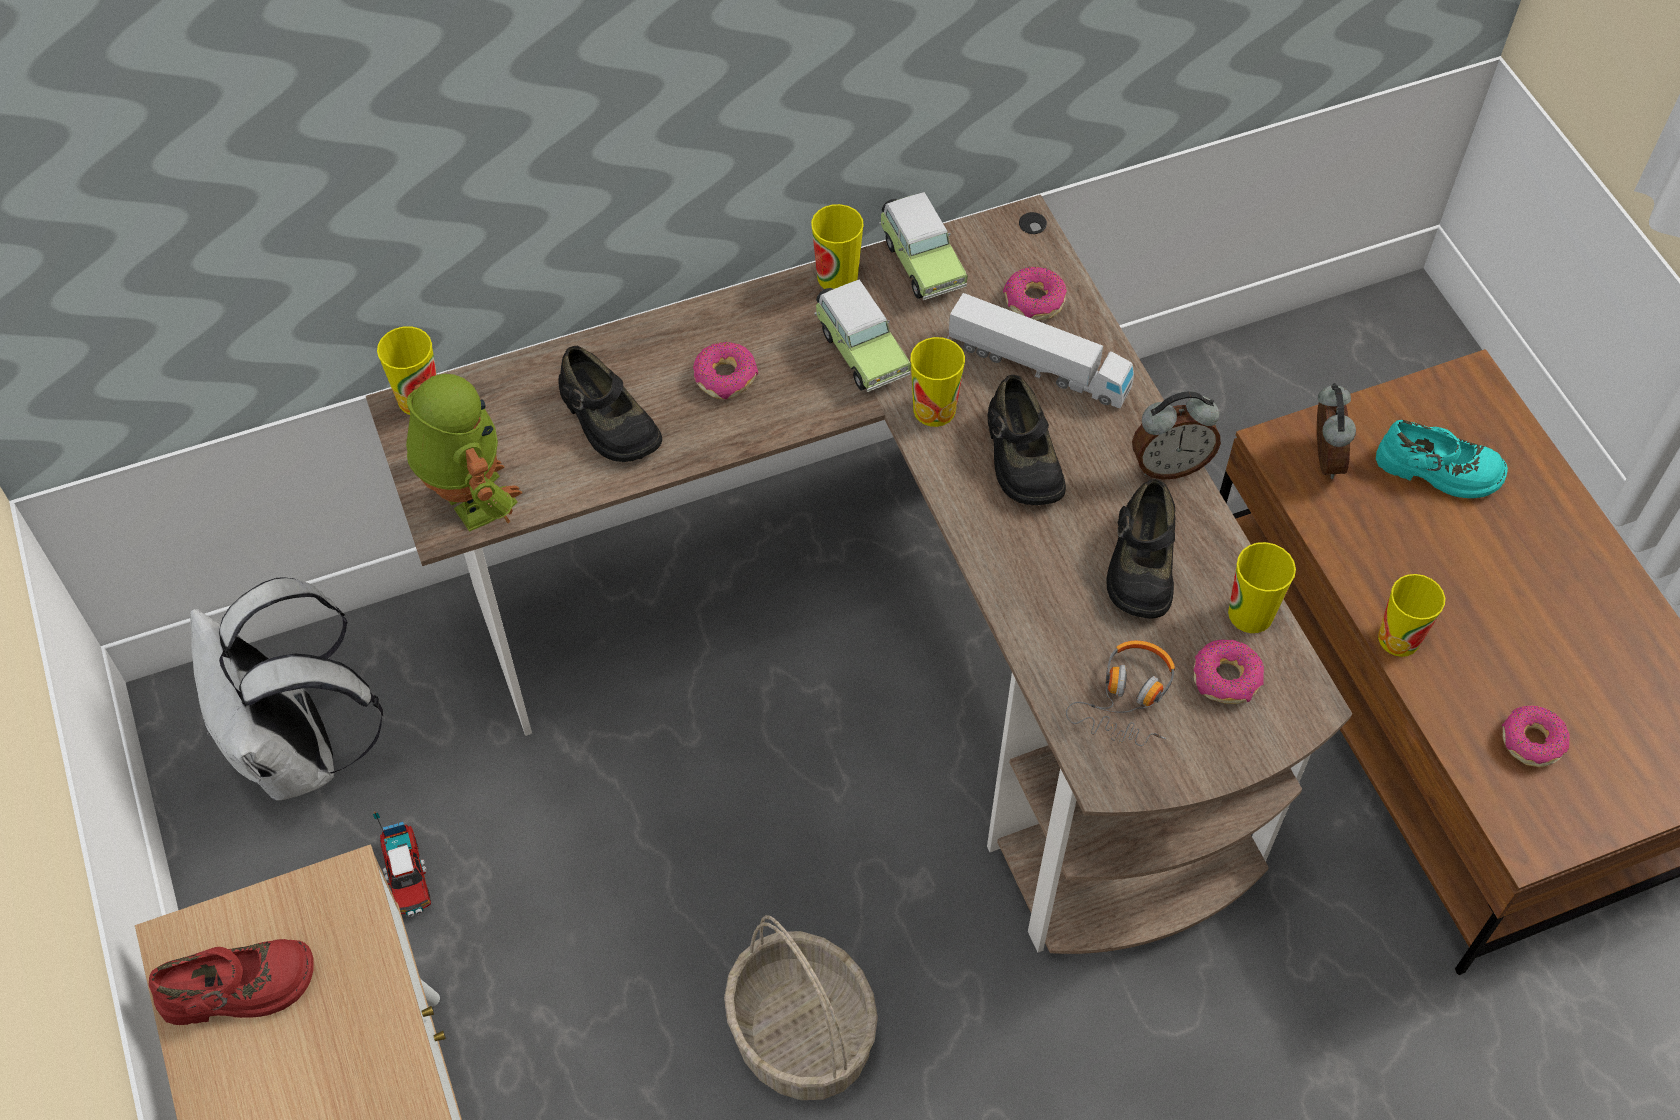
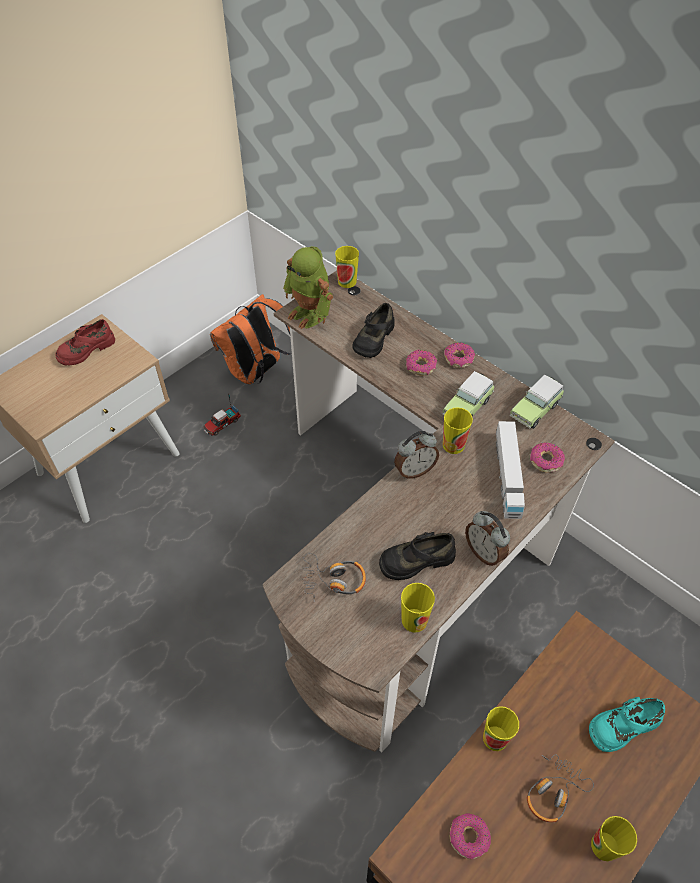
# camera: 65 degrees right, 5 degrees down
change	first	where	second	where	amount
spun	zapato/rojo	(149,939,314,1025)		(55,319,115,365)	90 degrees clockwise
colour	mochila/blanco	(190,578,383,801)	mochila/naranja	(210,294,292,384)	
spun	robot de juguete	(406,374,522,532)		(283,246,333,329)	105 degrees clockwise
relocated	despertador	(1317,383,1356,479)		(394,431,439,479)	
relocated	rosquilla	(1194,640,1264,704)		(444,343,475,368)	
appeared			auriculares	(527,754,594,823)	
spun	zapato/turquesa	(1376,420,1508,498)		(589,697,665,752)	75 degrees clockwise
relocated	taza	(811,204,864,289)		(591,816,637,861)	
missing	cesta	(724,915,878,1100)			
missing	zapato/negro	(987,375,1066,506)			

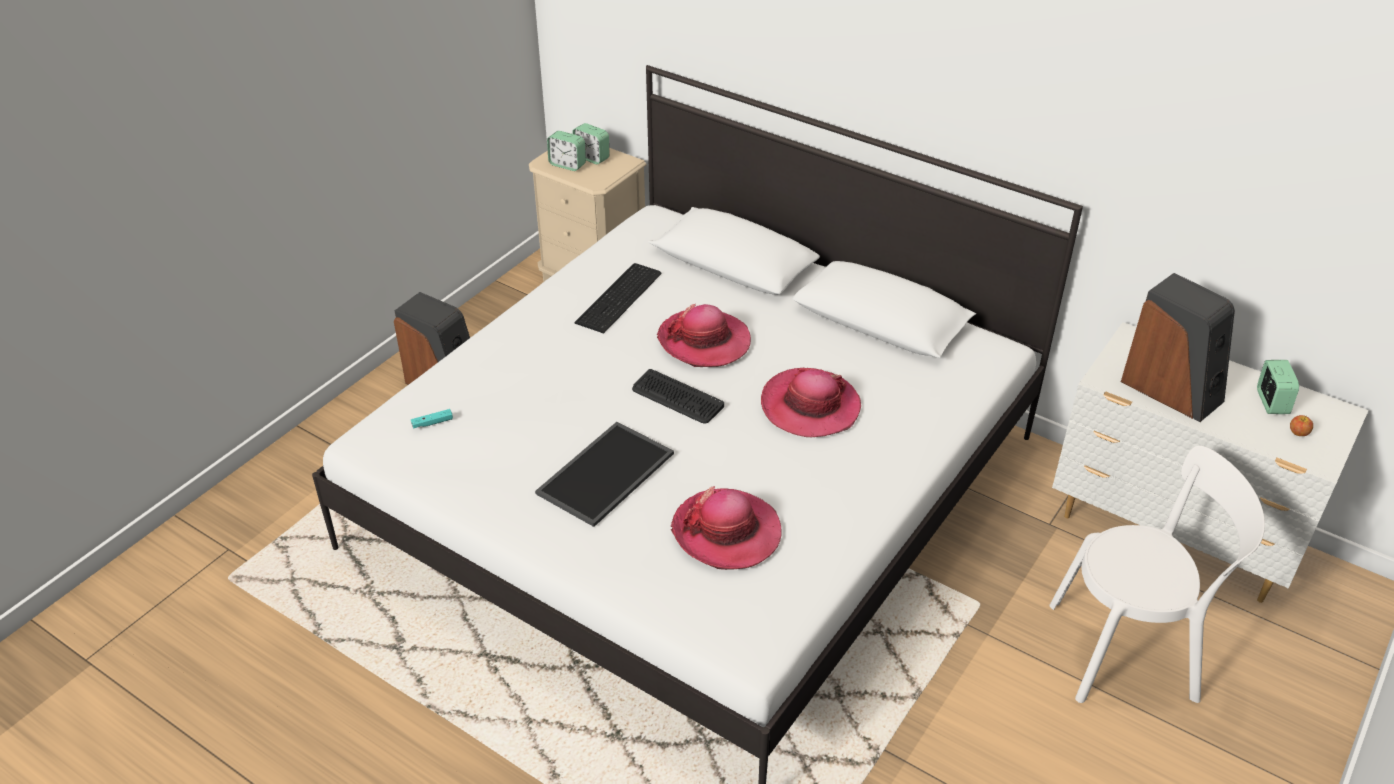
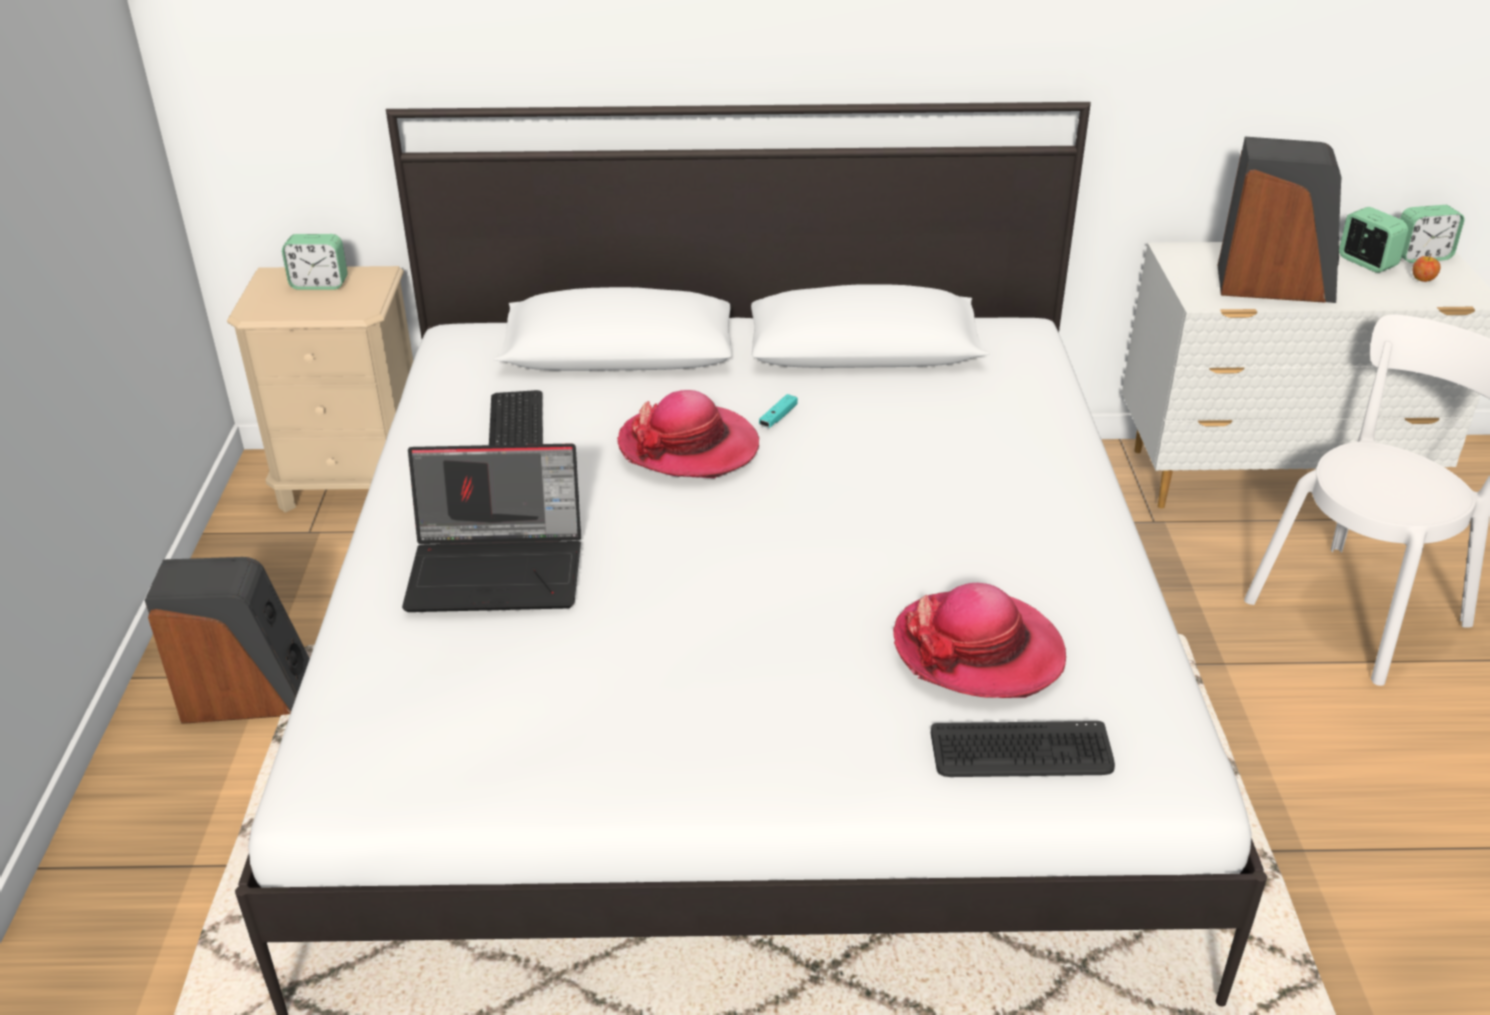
# camera: 35 degrees left, 5 degrees down
change	first	where	second	where	amount
appeared			portátil	(402,443,581,612)	
relocated	mando de consola/turquesa	(411,409,453,428)		(759,394,798,428)	
relocated	teclado	(632,369,724,423)		(931,721,1115,777)	
relocated	despertador	(547,131,586,171)		(1400,205,1465,263)	
missing	bandeja	(535,422,674,527)			
missing	sombrero	(761,368,861,437)			

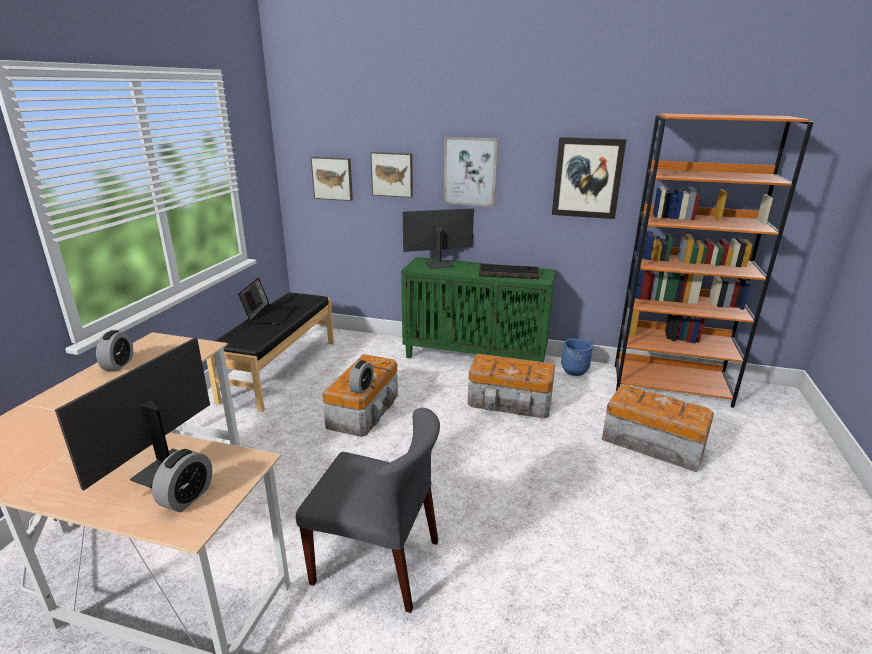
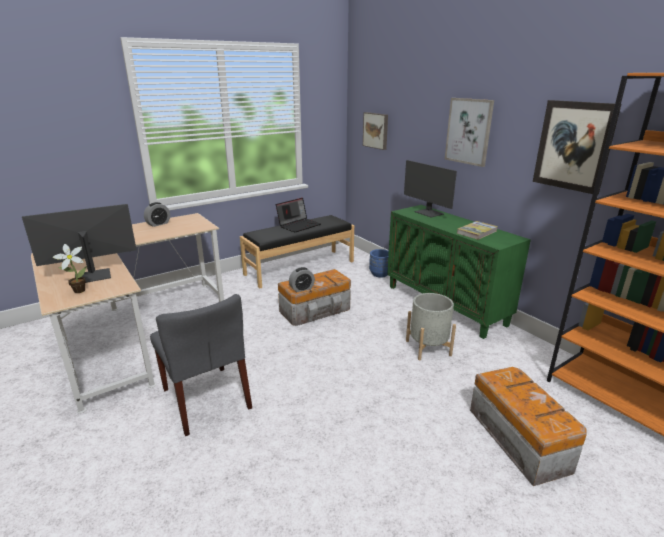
# camera: 40 degrees right, 0 degrees up
change	first	where	second	where	amount
exchanged	despertador	(152,449,213,512)	planta en maceta	(53,244,87,293)	
relocated	maceta/azul	(561,339,593,376)		(369,249,389,278)	
spun	monitor	(403,208,474,269)		(404,160,457,218)	150 degrees counterclockwise
exchanged	caja de almacenaje	(468,354,555,418)	maceta/gris	(406,293,456,360)	
exchanged	teclado	(479,264,539,279)	libro	(457,221,498,240)	
missing	cuadro	(370,152,413,198)			

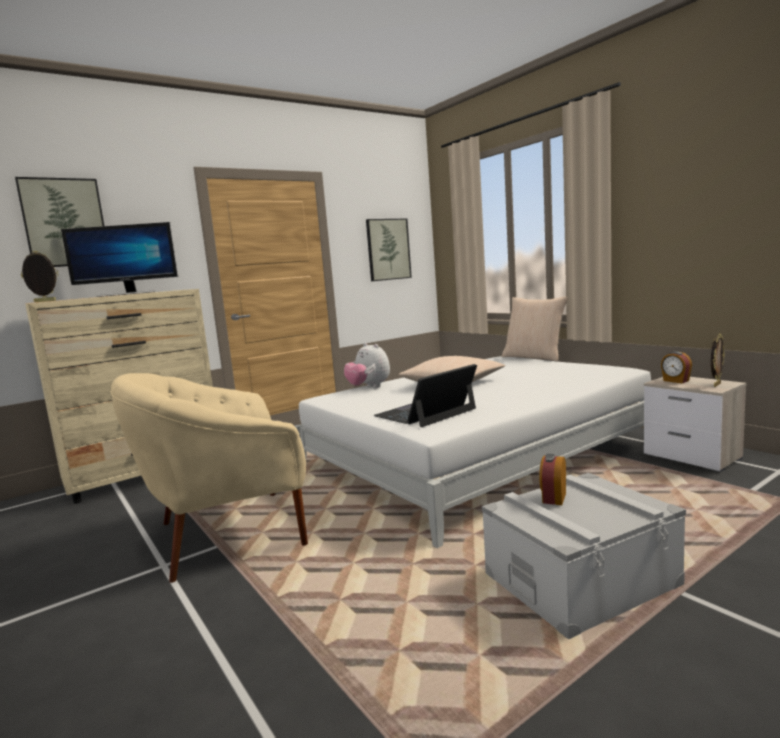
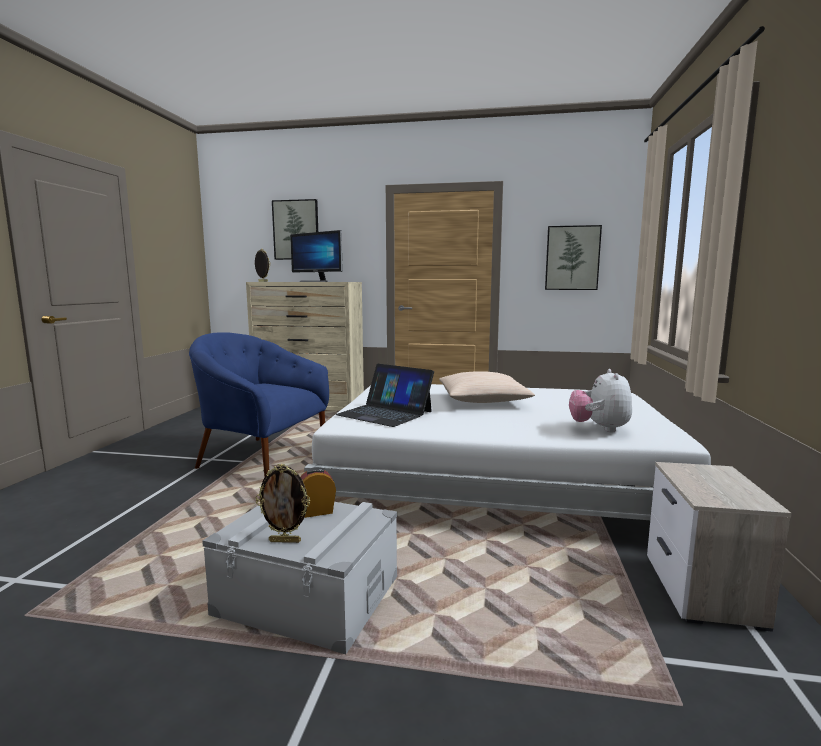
# camera: 45 degrees right, 0 degrees up
change	first	where	second	where	amount
colour	sillón/beis	(110,373,308,583)	sillón/azul	(189,332,329,477)	
relocated	portarretratos	(711,333,725,387)		(256,464,311,543)	
spun	portátil	(374,364,477,427)		(335,364,434,427)	150 degrees counterclockwise
relocated	peluche	(344,343,390,388)		(569,369,632,432)	
missing	cojín/beis	(502,296,568,361)			
missing	despertador	(661,351,692,383)			

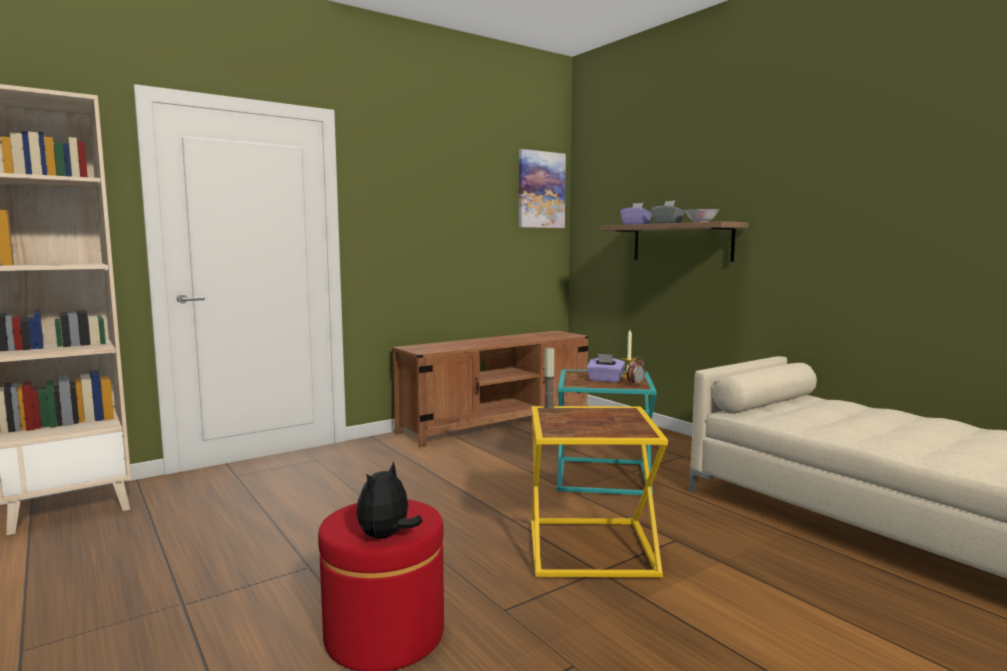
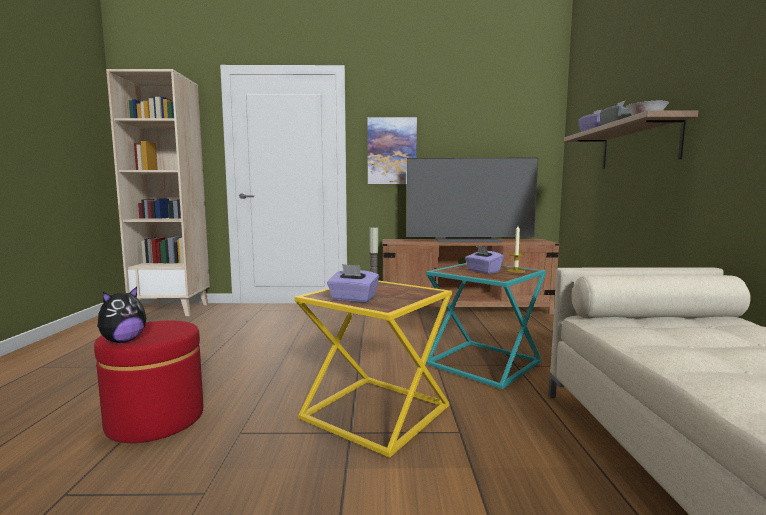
# camera: 35 degrees right, 0 degrees up
change	first	where	second	where	amount
spun	peluche	(357,461,423,539)		(97,286,146,343)	150 degrees clockwise
appeared			caja de pañuelos/morado	(327,264,379,302)	
relocated	cuadro	(519,149,566,228)		(367,117,417,184)	
appeared			televisor	(406,158,538,242)	
missing	despertador	(627,357,645,386)			

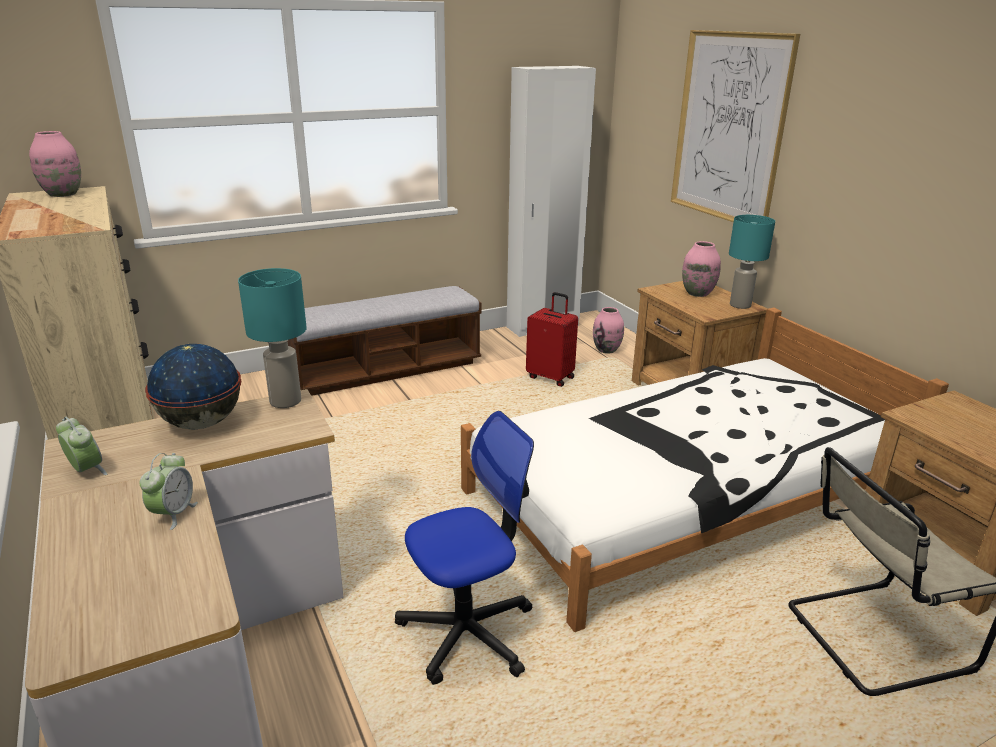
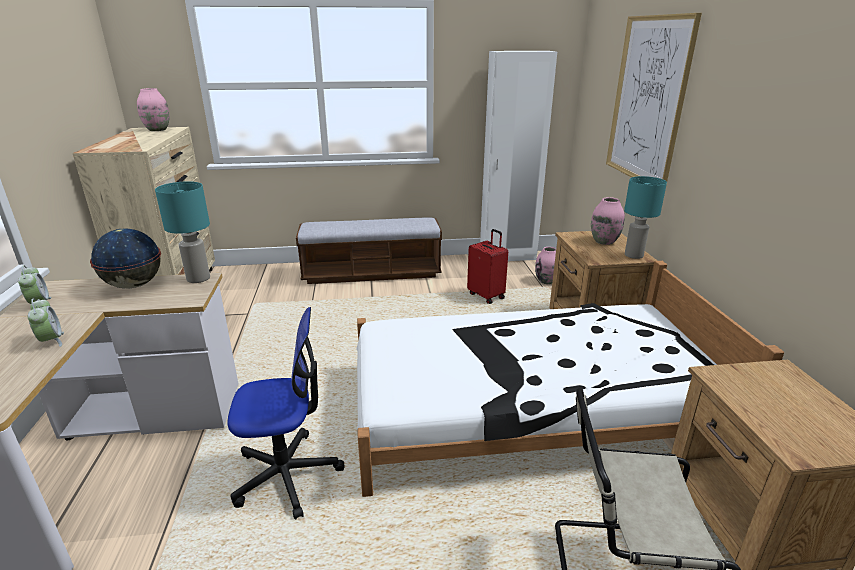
# camera: 20 degrees right, 0 degrees up
change	first	where	second	where	amount
spun	despertador	(139,453,198,530)		(28,298,64,347)	60 degrees counterclockwise

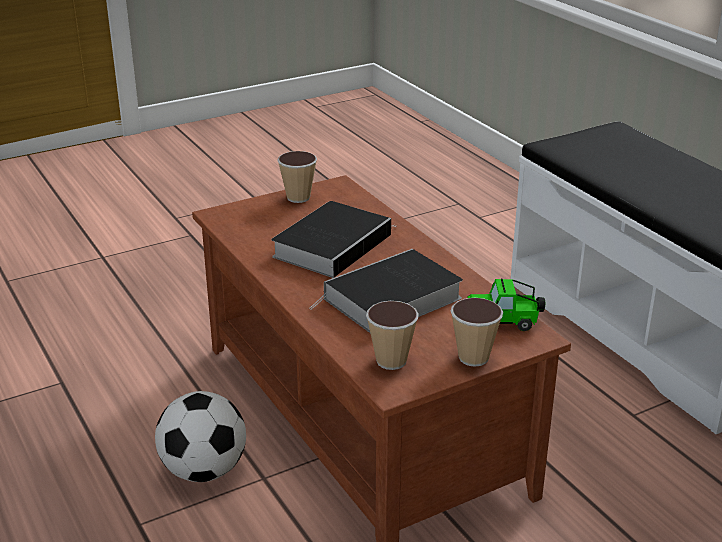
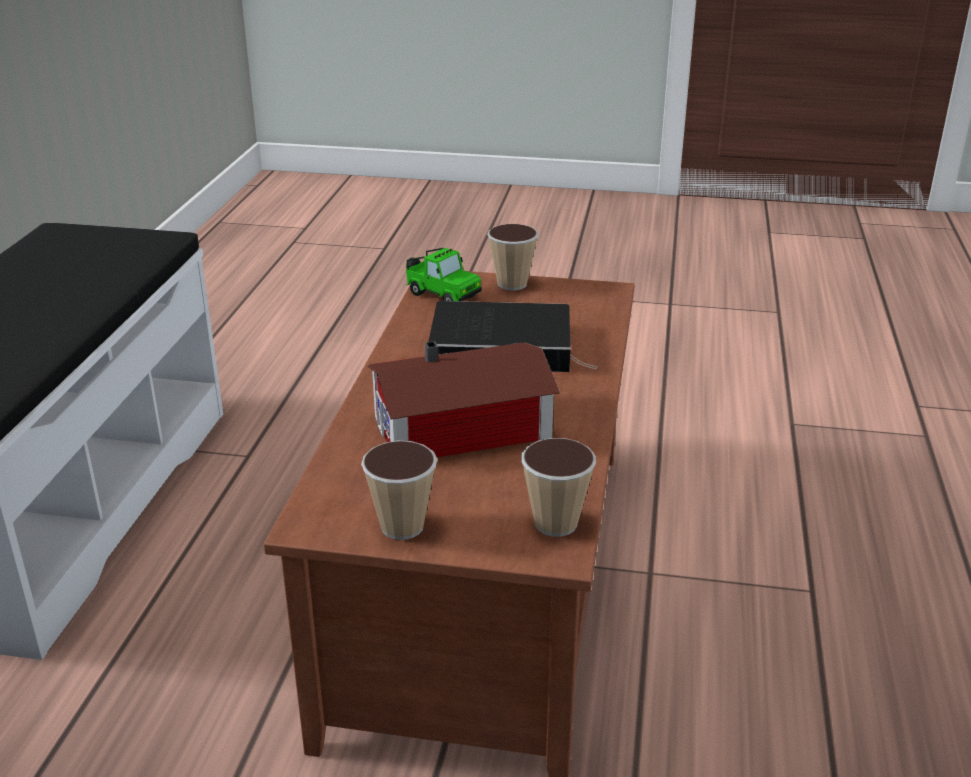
# camera: 140 degrees left, 0 degrees up
change	first	where	second	where	amount
exchanged	libro	(271,201,396,278)	casita	(367,341,560,457)	
relocated	taza	(366,301,419,370)		(521,438,596,537)	
missing	balón de fútbol	(155,391,246,482)			

